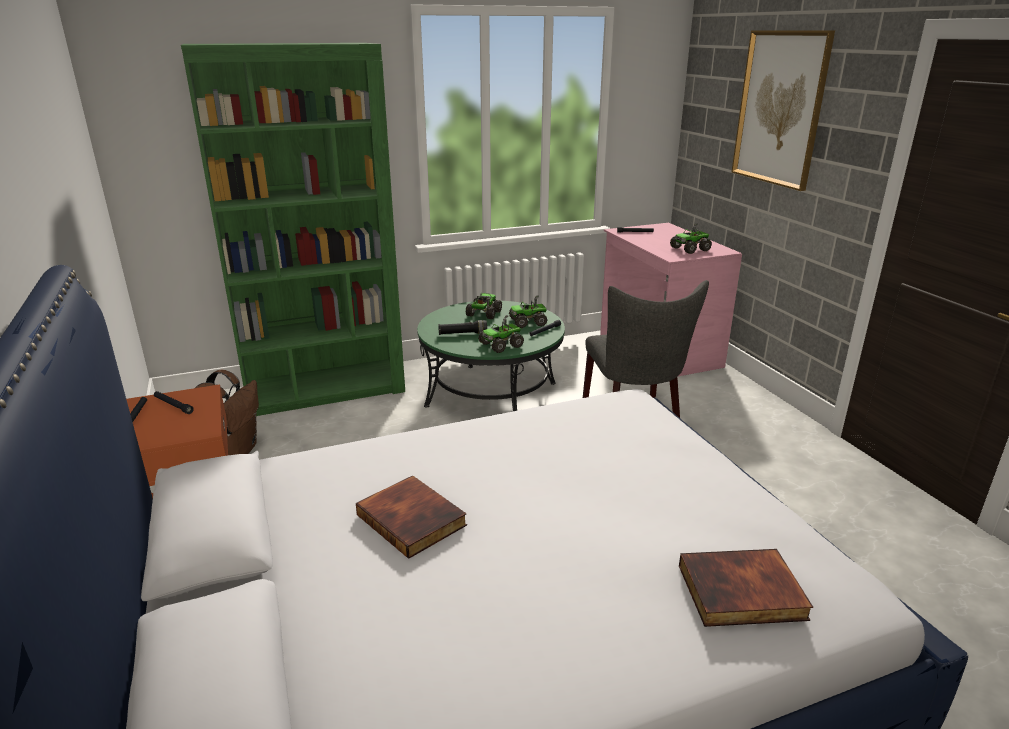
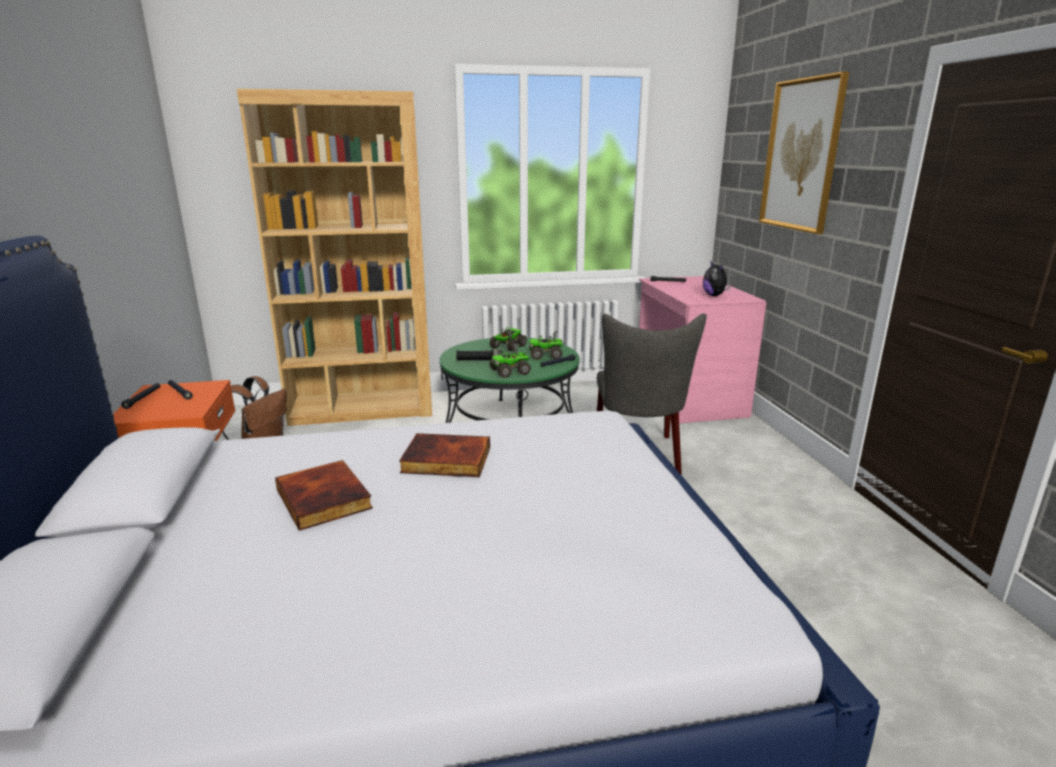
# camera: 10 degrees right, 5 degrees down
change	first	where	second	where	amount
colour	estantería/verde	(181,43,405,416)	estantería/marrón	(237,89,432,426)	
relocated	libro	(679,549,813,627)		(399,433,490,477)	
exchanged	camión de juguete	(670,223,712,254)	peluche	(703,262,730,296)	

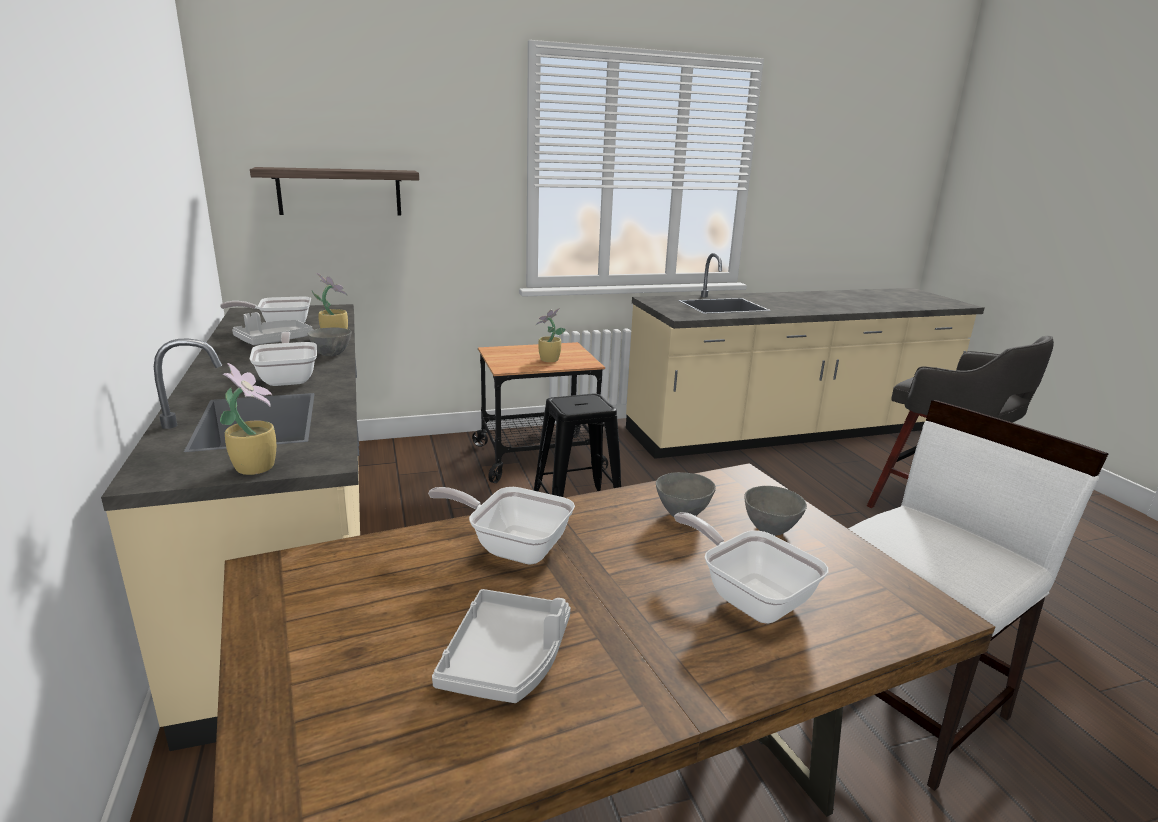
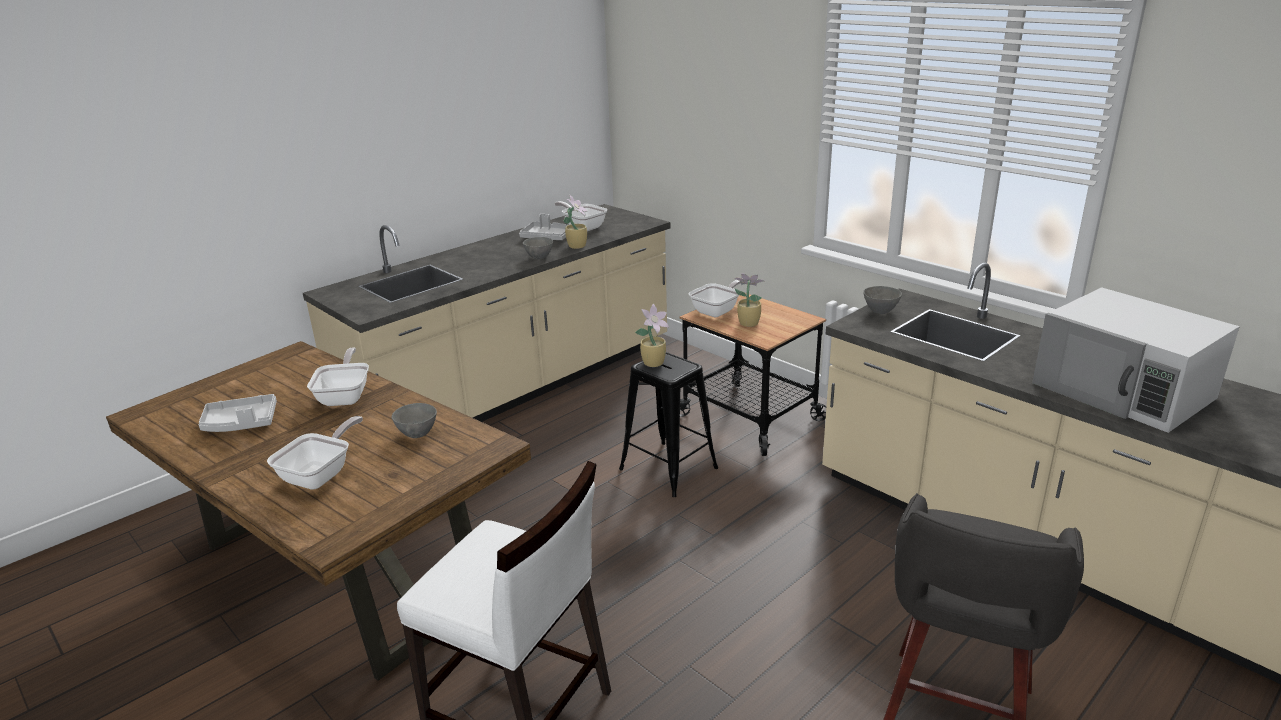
# camera: 65 degrees right, 5 degrees up
change	first	where	second	where	amount
relocated	planta en maceta	(220,363,276,475)		(635,304,669,367)	
relocated	sartén	(249,332,317,386)		(689,279,741,317)	
relocated	cuenco/gris	(744,486,807,536)		(863,286,902,314)	
appeared			microondas/blanco	(1032,287,1240,433)	
missing	estante	(250,167,419,215)			

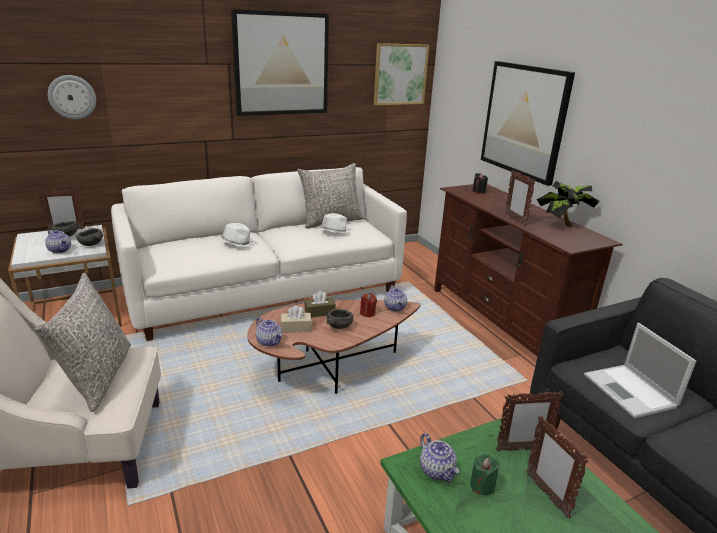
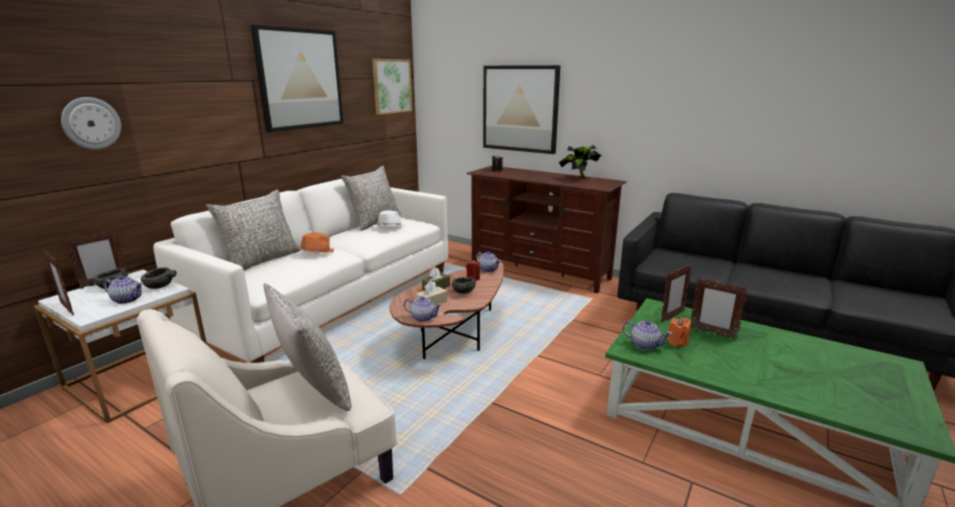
# camera: 30 degrees left, 5 degrees down
change	first	where	second	where	amount
relocated	portarretratos	(505,170,535,226)		(44,251,74,315)	
appeared			cojín/gris	(206,190,301,270)	
colour	sombrero/blanco	(219,223,254,247)	sombrero/naranja	(298,232,334,253)	
colour	vela/verde	(470,454,500,496)	vela/naranja	(668,318,691,347)	
missing	portátil	(584,323,696,418)			

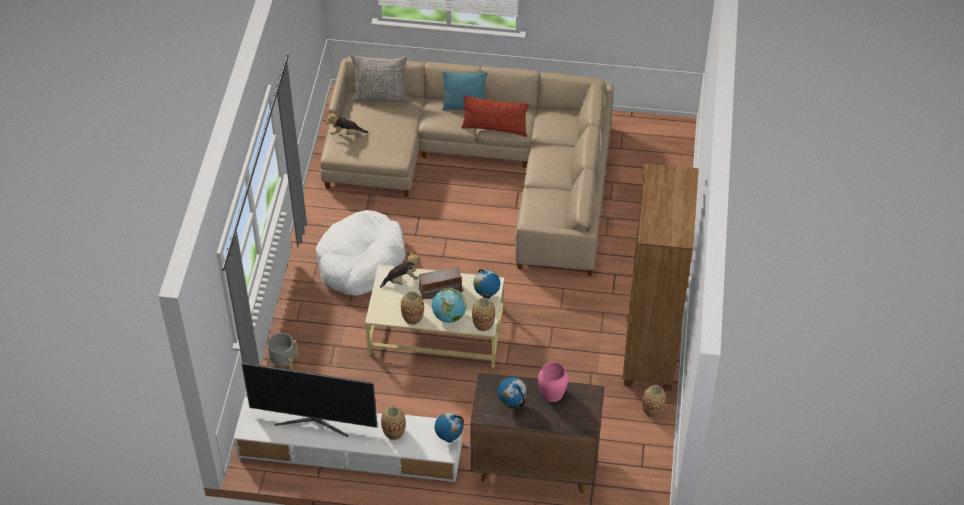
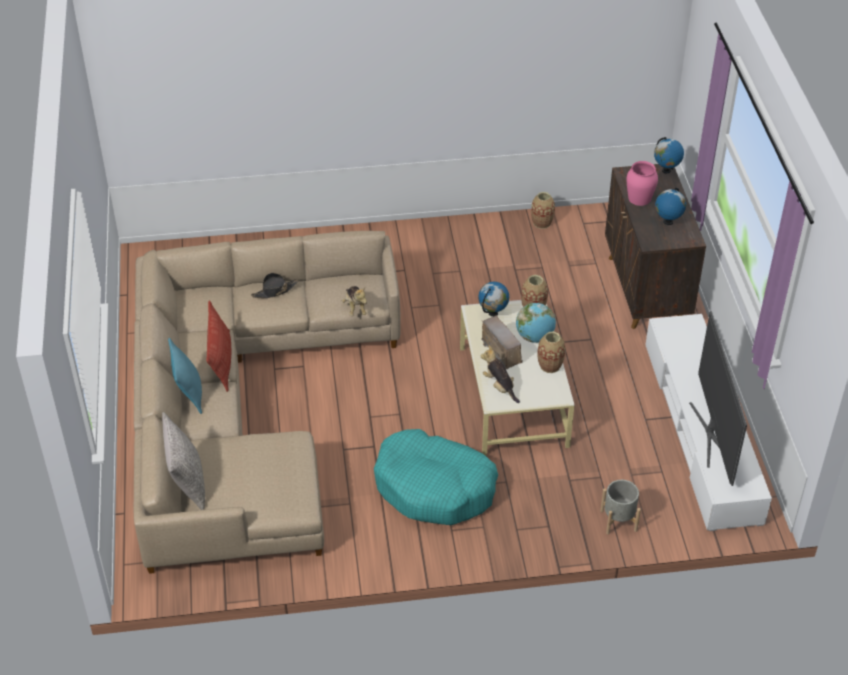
# camera: 105 degrees left, 5 degrees down
change	first	where	second	where	amount
appeared			sombrero/negro	(251,273,298,298)	
relocated	peluche	(325,112,368,135)		(342,286,367,316)	
colour	cama para perro/blanco	(316,210,406,296)	cama para perro/turquesa	(374,429,498,525)	
relocated	globo terráqueo	(435,413,464,443)		(654,137,684,173)	
missing	florero	(381,406,406,440)			
missing	estantería/marrón	(623,163,699,391)			

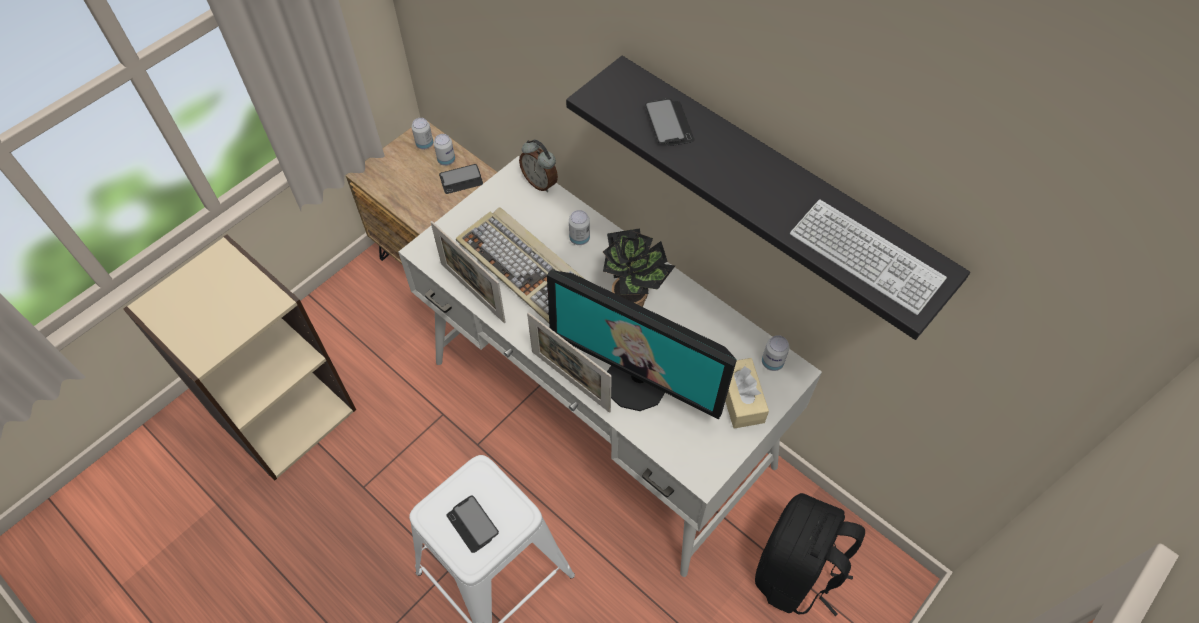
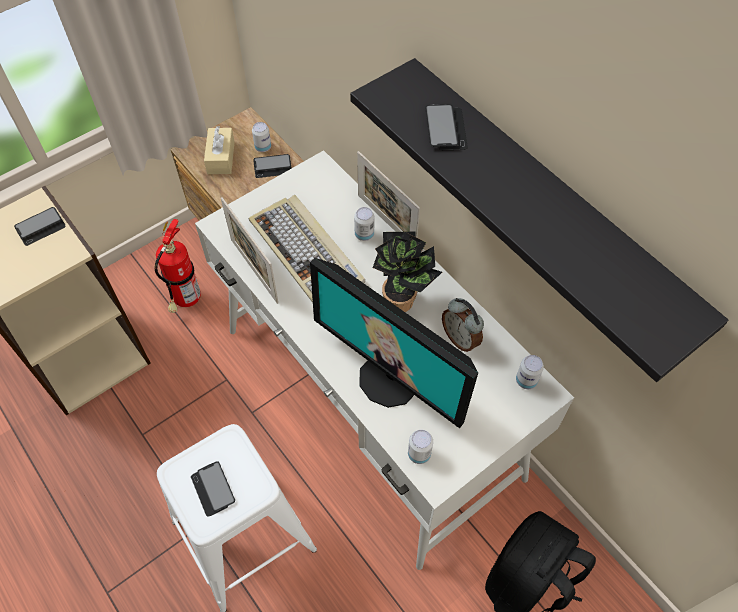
# camera: 10 degrees right, 0 degrees up
change	first	where	second	where	amount
appeared			móvil	(14,207,66,246)	
appeared			extintor	(155,219,201,313)	
relocated	caja de pañuelos/beis	(725,358,769,429)		(204,126,235,174)	
relocated	portarretratos	(527,312,612,413)		(357,151,420,238)	
relocated	lata	(412,118,433,149)		(408,430,433,464)	
relocated	despertador	(519,139,558,192)		(442,298,484,352)	
missing	teclado	(790,199,947,315)			

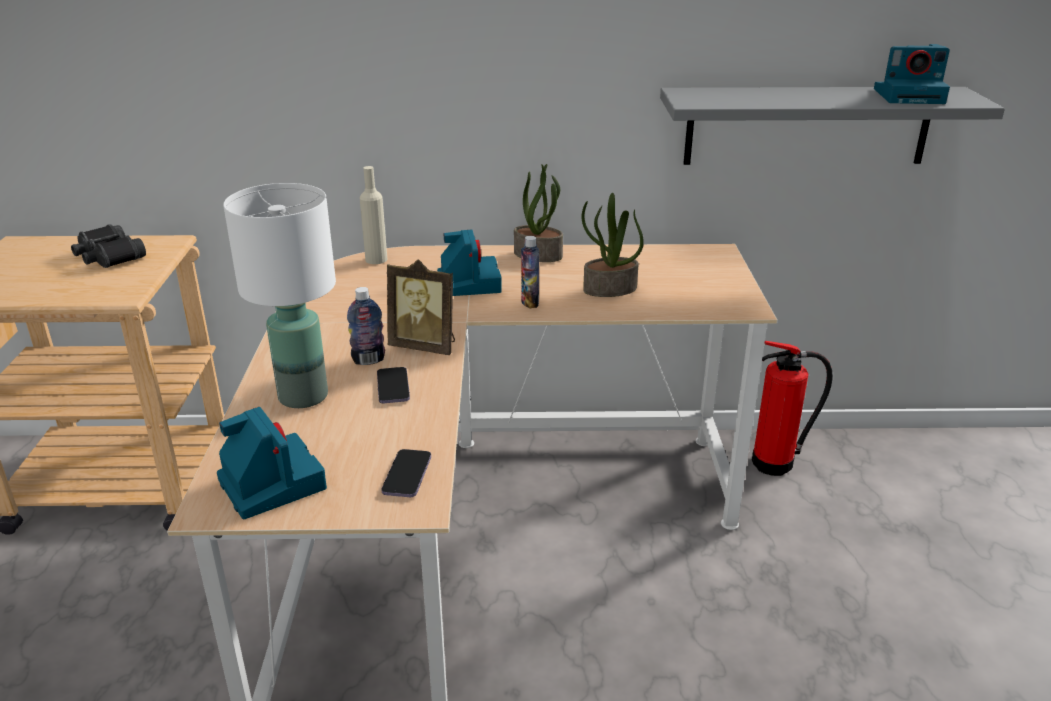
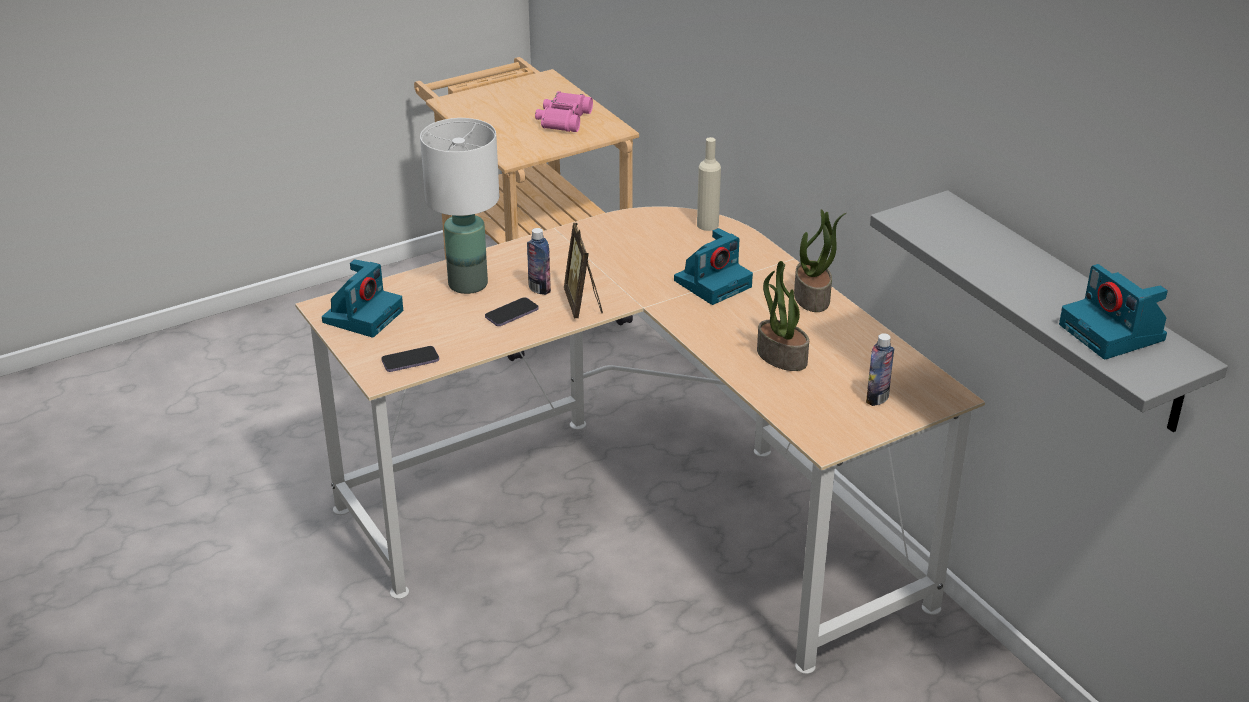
# camera: 60 degrees right, 5 degrees up
change	first	where	second	where	amount
colour	prismáticos/negro	(71,224,146,268)	prismáticos/rosa	(535,91,593,132)	
relocated	botella	(521,236,539,308)		(866,333,894,406)	
missing	extintor	(752,341,833,476)			

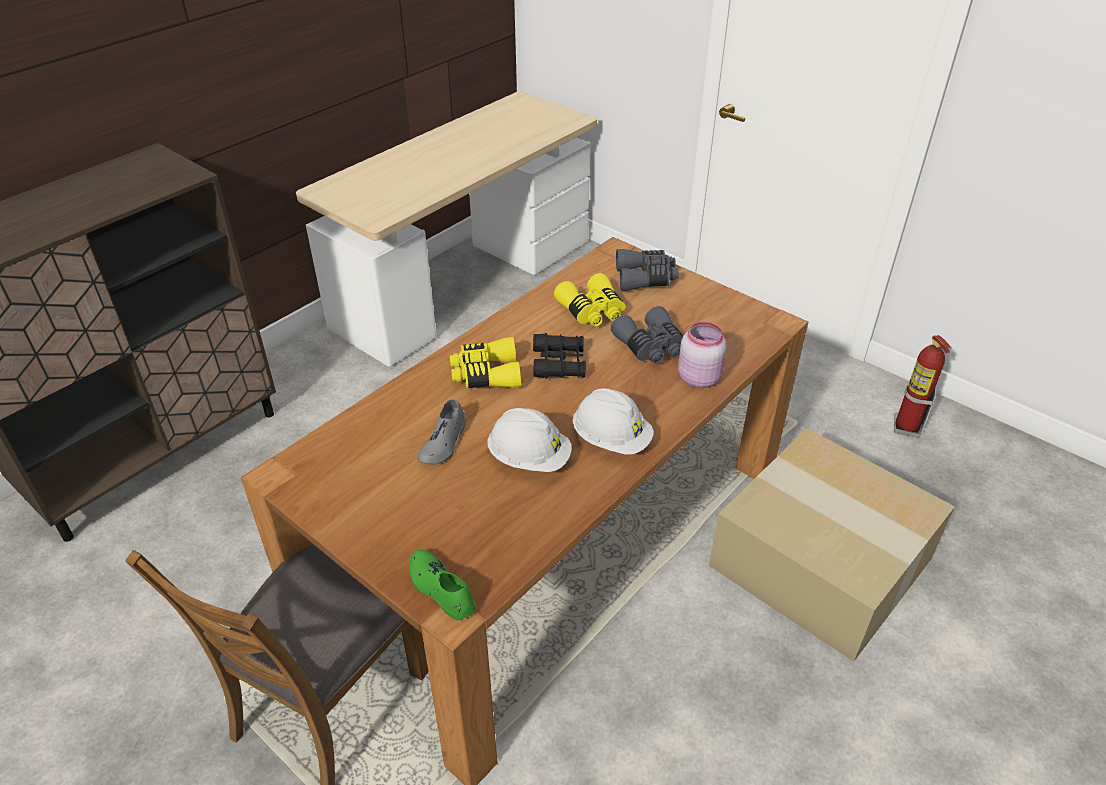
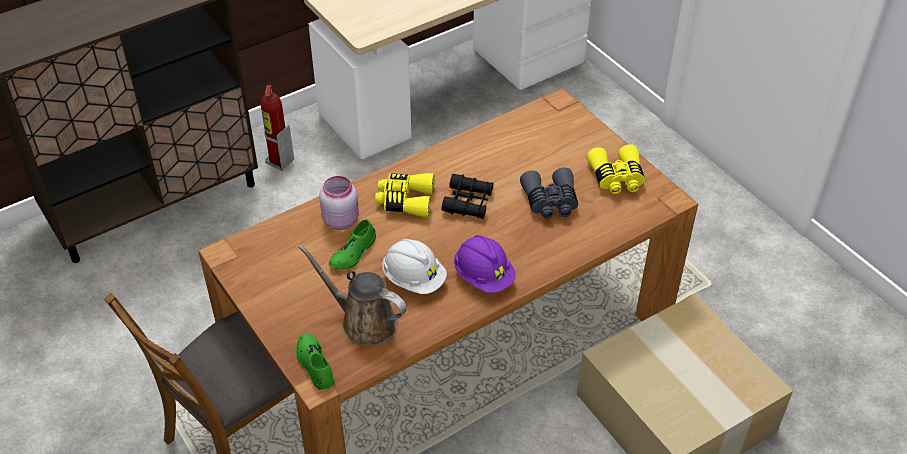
# camera: 15 degrees right, 5 degrees up
change	first	where	second	where	amount
relocated	extintor	(894,335,952,438)		(261,85,294,171)	
appeared			regadera/marrón	(298,244,407,346)	
relocated	tarro/rosa	(678,322,727,388)		(319,176,359,230)	
colour	zapato/gris	(418,398,466,465)	zapato/verde	(329,219,376,270)	
colour	casco/blanco	(573,388,654,455)	casco/morado	(454,235,516,293)	
relocated	prismáticos/amarillo	(554,273,625,326)		(587,144,645,194)	
missing	prismáticos/gris	(616,249,679,291)			

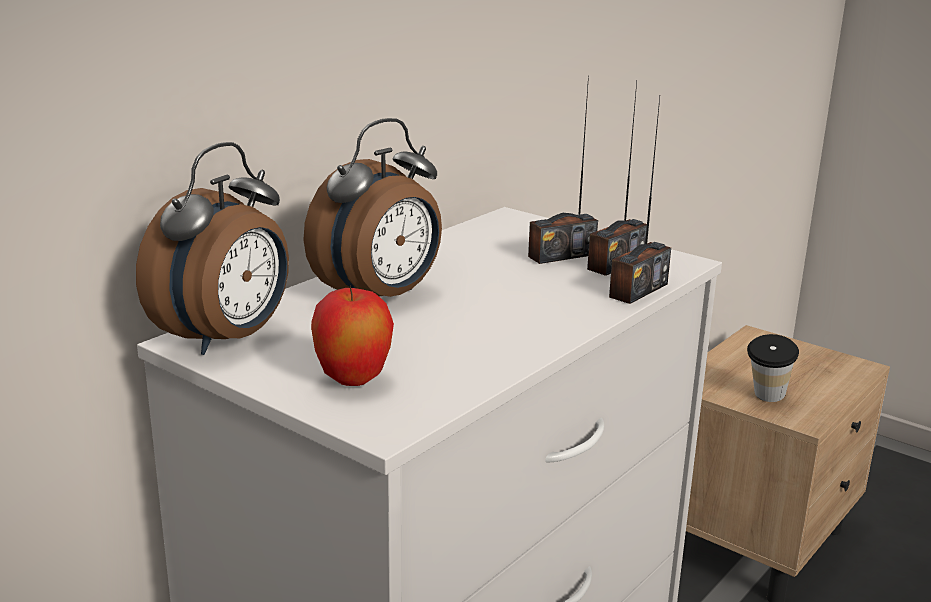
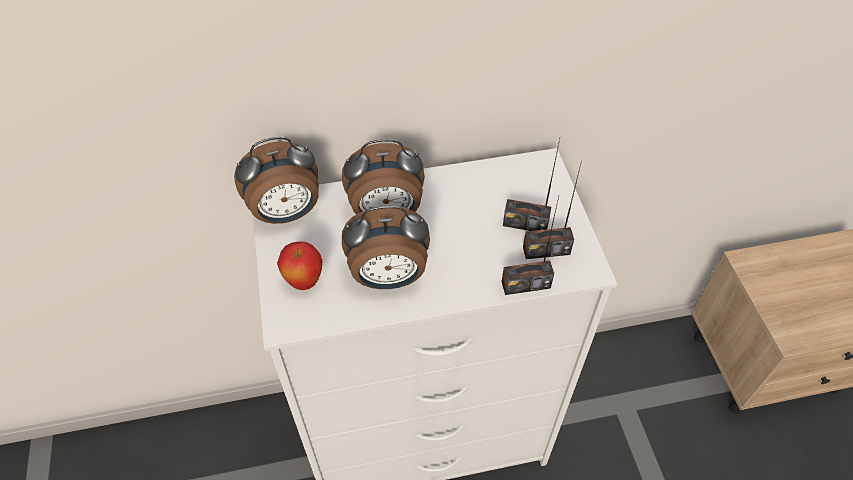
# camera: 40 degrees right, 30 degrees up
change	first	where	second	where	amount
appeared			despertador	(342,206,430,289)	
missing	taza	(747,334,799,402)			

